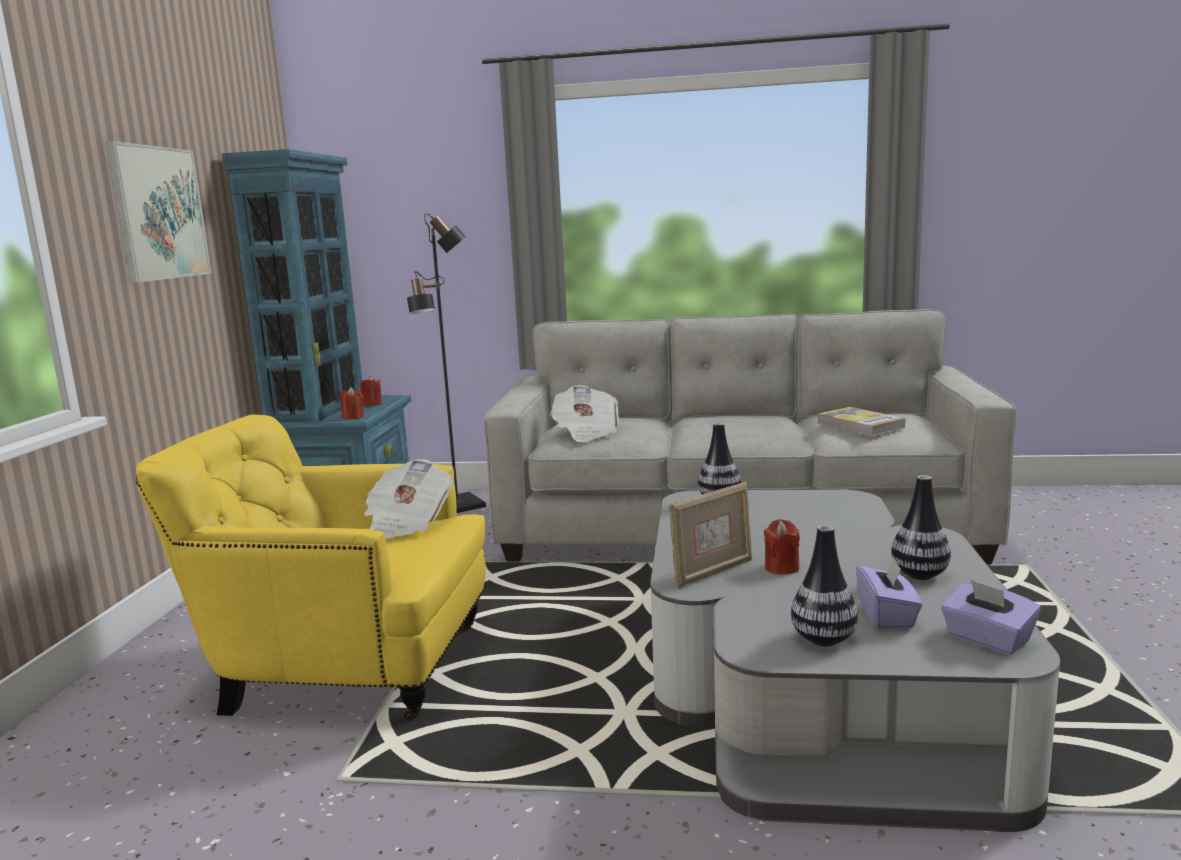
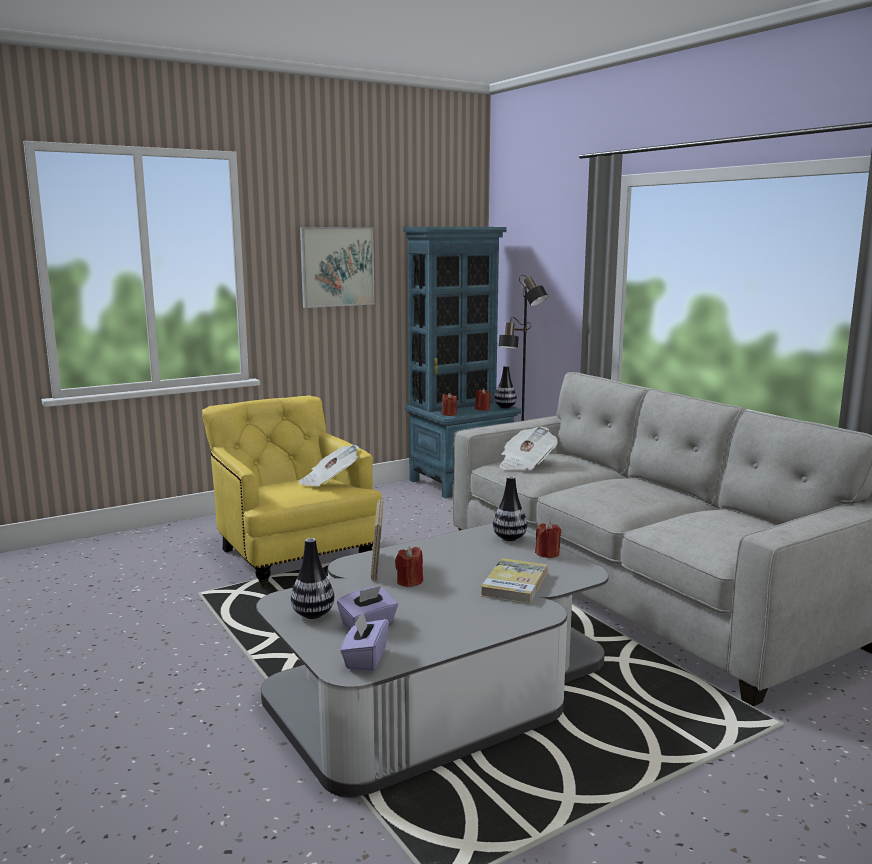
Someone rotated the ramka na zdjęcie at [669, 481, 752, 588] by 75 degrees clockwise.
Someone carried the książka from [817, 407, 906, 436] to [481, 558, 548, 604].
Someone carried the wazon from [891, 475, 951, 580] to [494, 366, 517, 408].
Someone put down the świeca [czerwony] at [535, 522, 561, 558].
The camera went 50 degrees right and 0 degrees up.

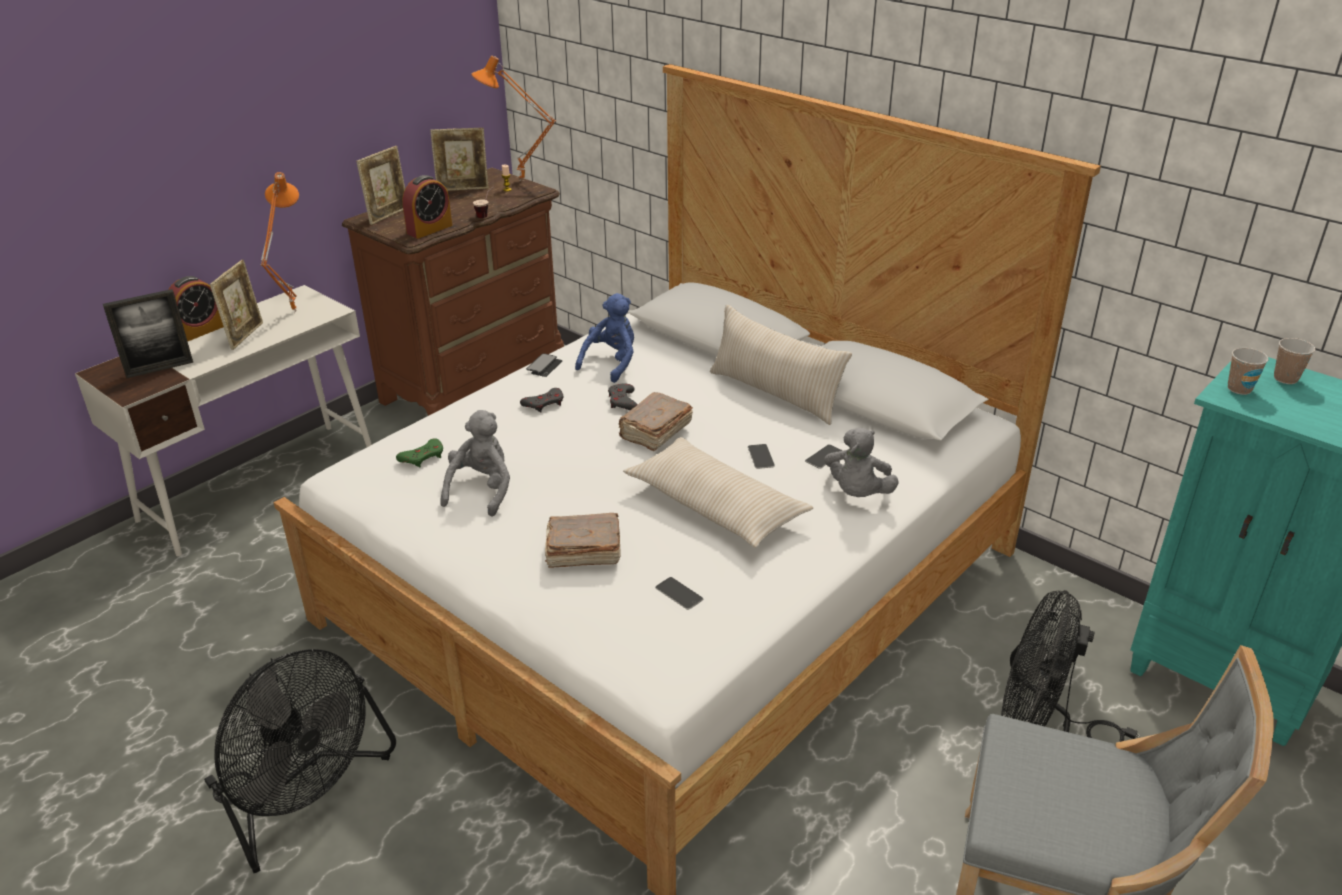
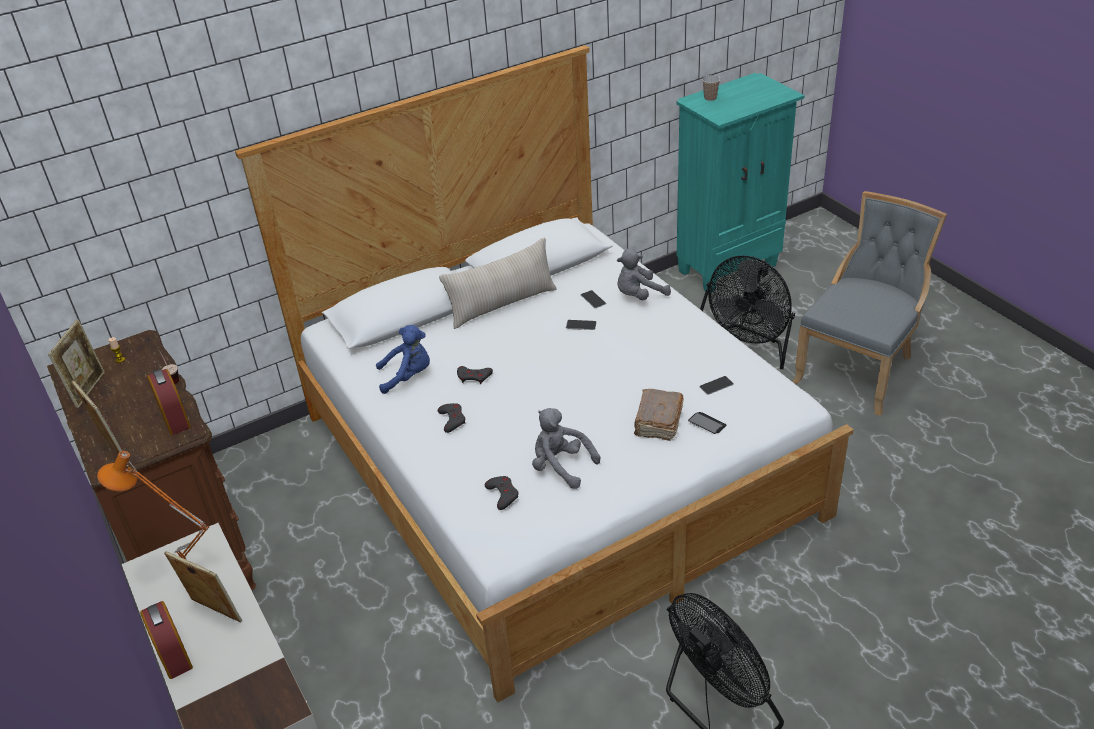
Someone took away the ramka na zdjęcie at [103, 289, 193, 378].
Someone repainted the pad do gier [zielony] at [396, 438, 443, 467], which became the pad do gier [szary] at [485, 476, 519, 510].
Someone took away the lampa stołowa [pomarańczowy] at [471, 55, 556, 181].
Someone carried the telefon from [526, 353, 562, 377] to [688, 412, 727, 434].
Someone rotated the pluszak [niebieski] at [575, 293, 634, 383] by 120 degrees clockwise.
Someone took away the książka [brązowy] at [618, 392, 693, 451].
Someone took away the poduszka [beżowy] at [623, 437, 813, 548].
Someone rotated the pluszak [szary] at [824, 427, 899, 497] by 120 degrees clockwise.
Someone took away the filiżanka at [1228, 348, 1269, 395].
The camera went 70 degrees left and 5 degrees up.

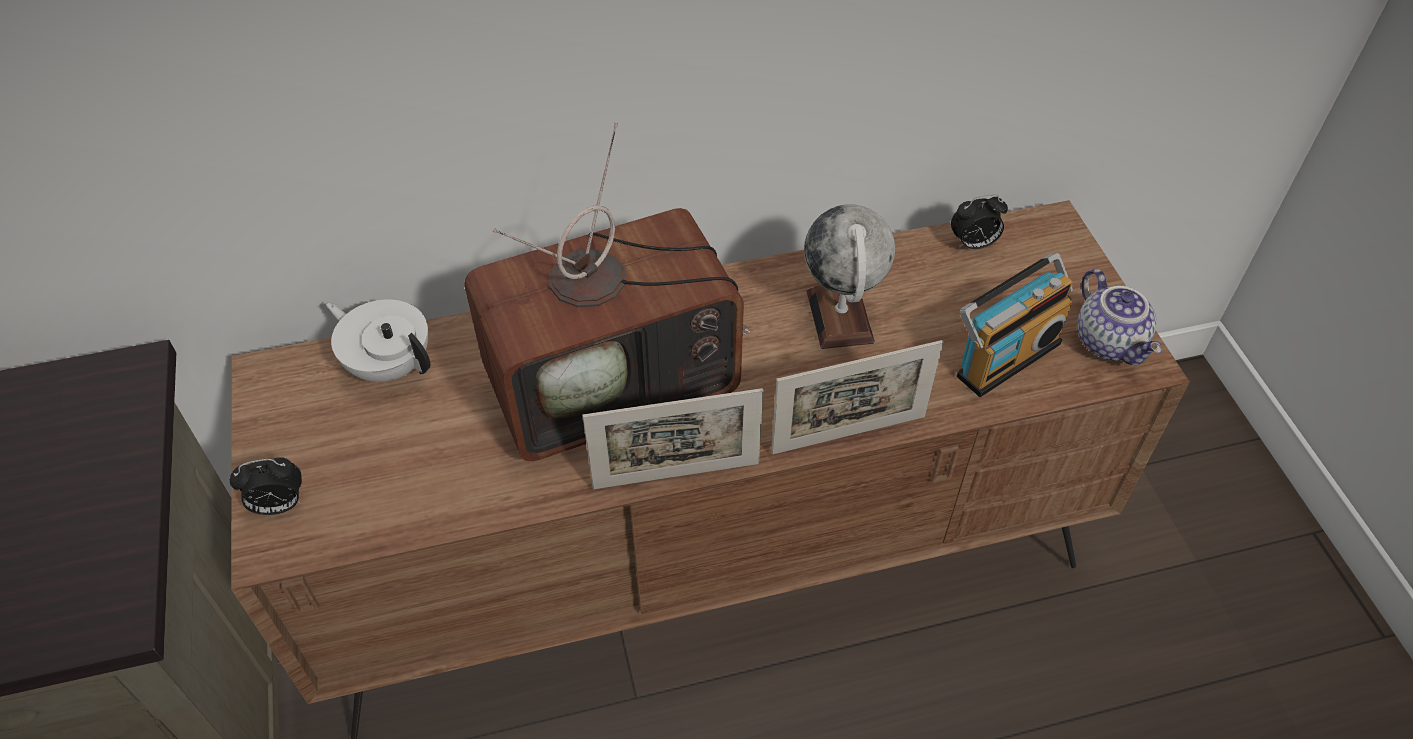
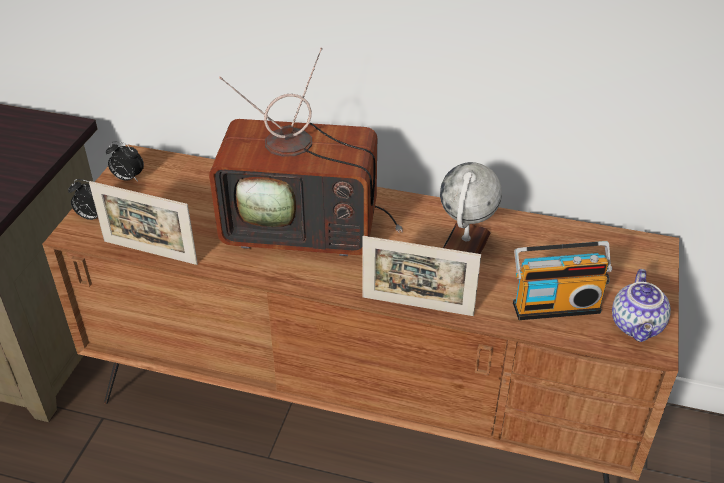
Someone took away the imbryk [biały] at [326, 299, 430, 382].
Someone carried the ramka na zdjęcie from [582, 388, 764, 489] to [89, 181, 198, 265].
Someone carried the budzik from [951, 194, 1008, 249] to [106, 141, 144, 181].
The camera went 30 degrees right and 10 degrees down.

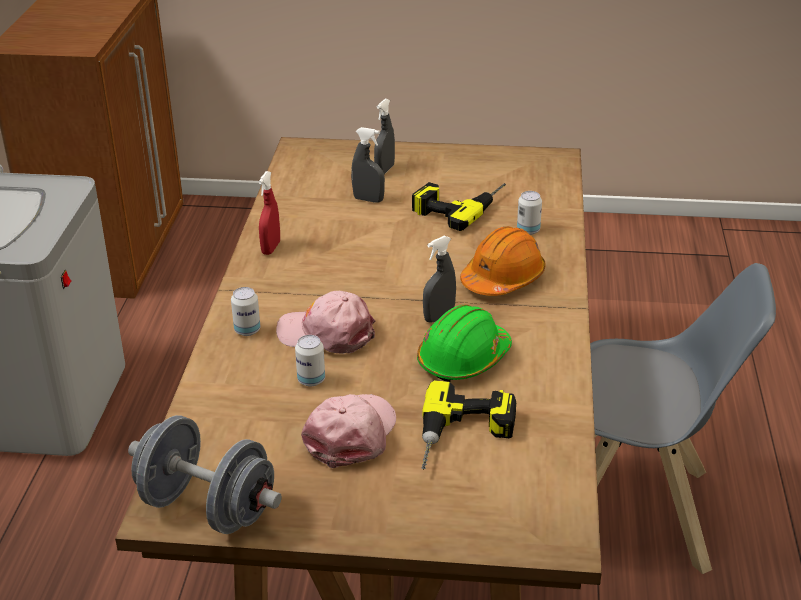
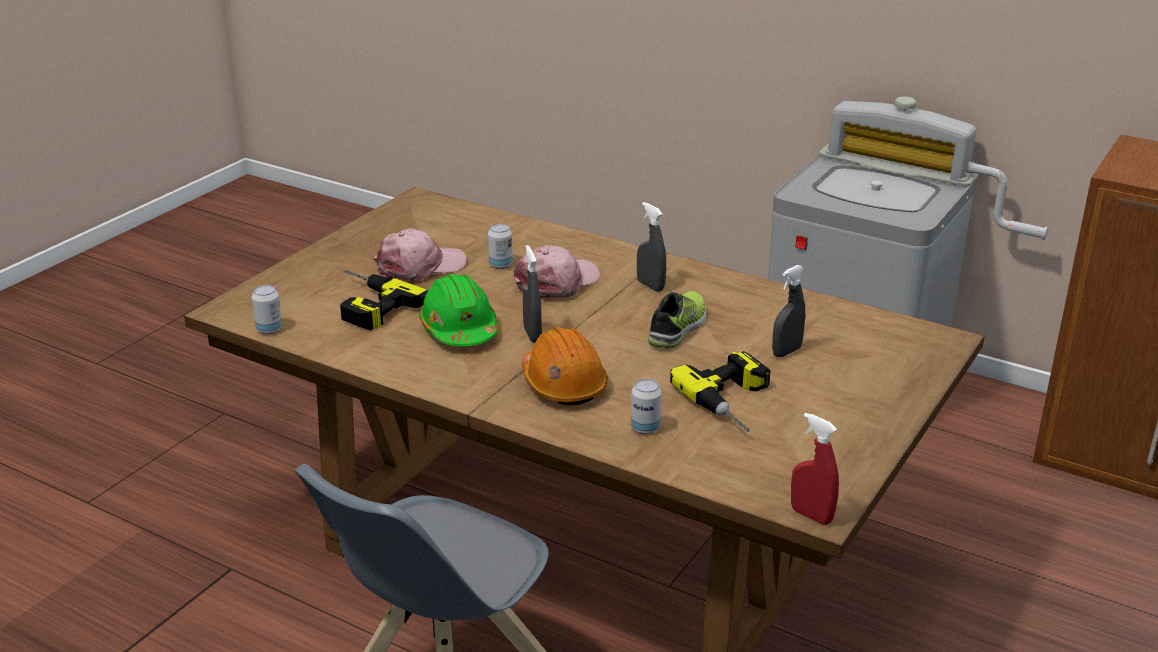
Someone took away the hantel [szary] at [128, 415, 282, 534].
Someone carried the puszka from [231, 287, 260, 336] to [252, 285, 282, 334].
Someone carried the spryskiwacz [czerwony] from [258, 171, 280, 255] to [791, 413, 839, 525].
Someone rotated the czapka z daszkiem [różowy] at [301, 394, 396, 468] by 75 degrees counterclockwise.
Someone carried the spryskiwacz [szary] from [374, 99, 395, 174] to [637, 202, 666, 292].
Someone put down the but at [648, 291, 706, 348].
The camera went 115 degrees right and 5 degrees down.

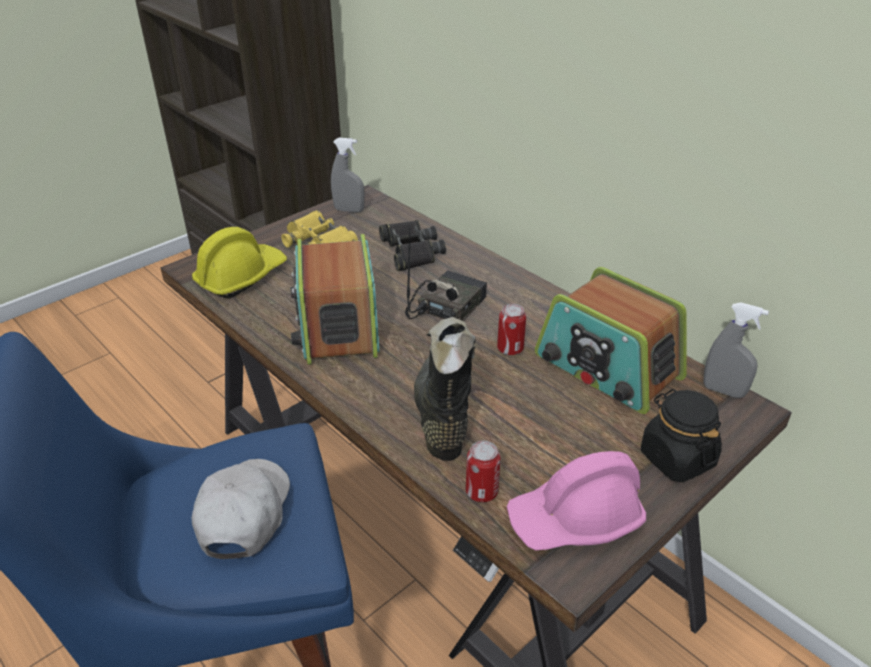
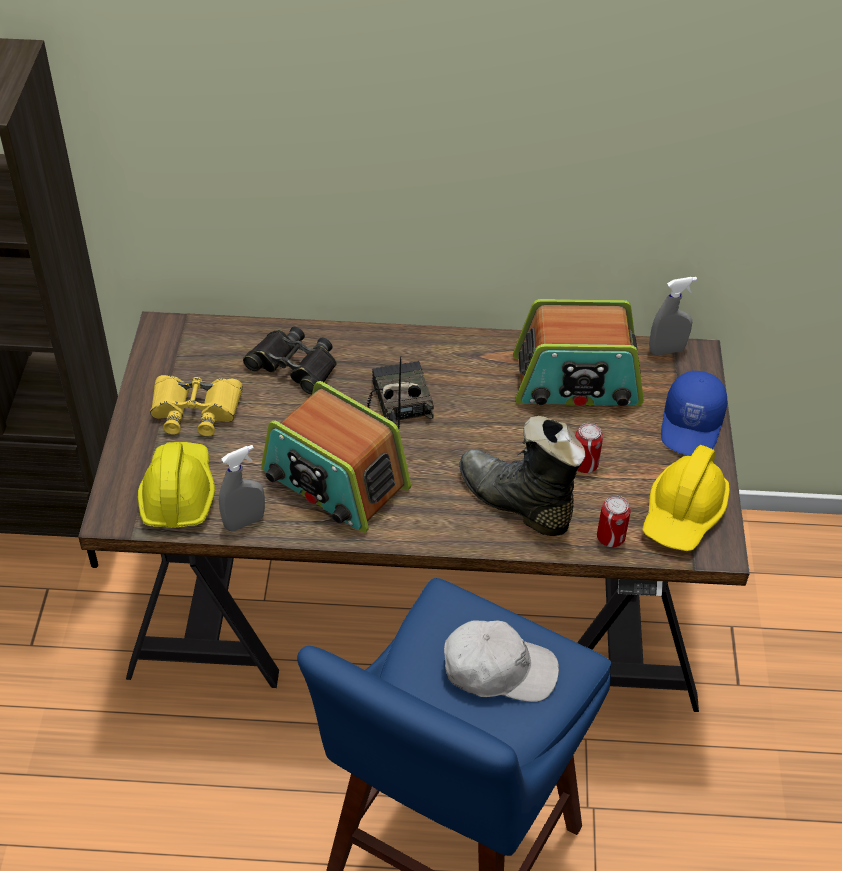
Someone rotated the czapka z daszkiem [biały] at [191, 459, 290, 559] by 135 degrees clockwise.
Someone carried the spryskiwacz [szary] from [331, 137, 365, 213] to [219, 445, 265, 531].
Someone carried the puszka from [497, 303, 526, 355] to [575, 423, 603, 473].
Someone repainted the kask [różowy] at [507, 451, 646, 550], which became the kask [żółty] at [643, 445, 730, 551].
Someone swapped the słoik [czarny] at [641, 389, 722, 482] for the czapka z daszkiem [niebieski] at [661, 370, 727, 456].
The camera went 45 degrees left and 10 degrees up.

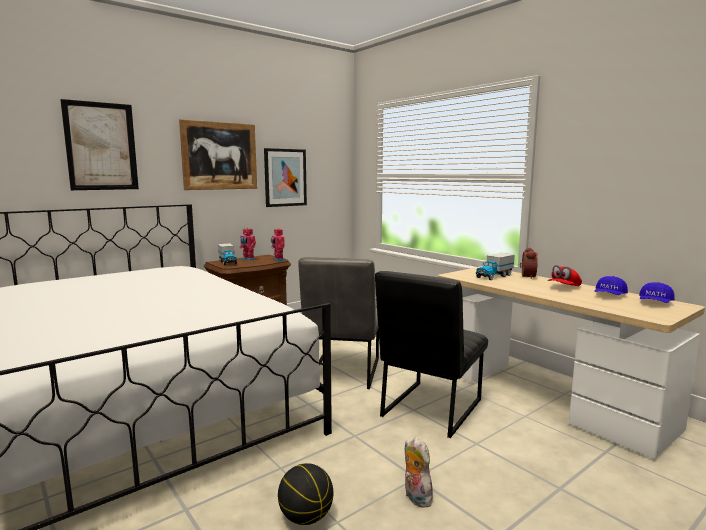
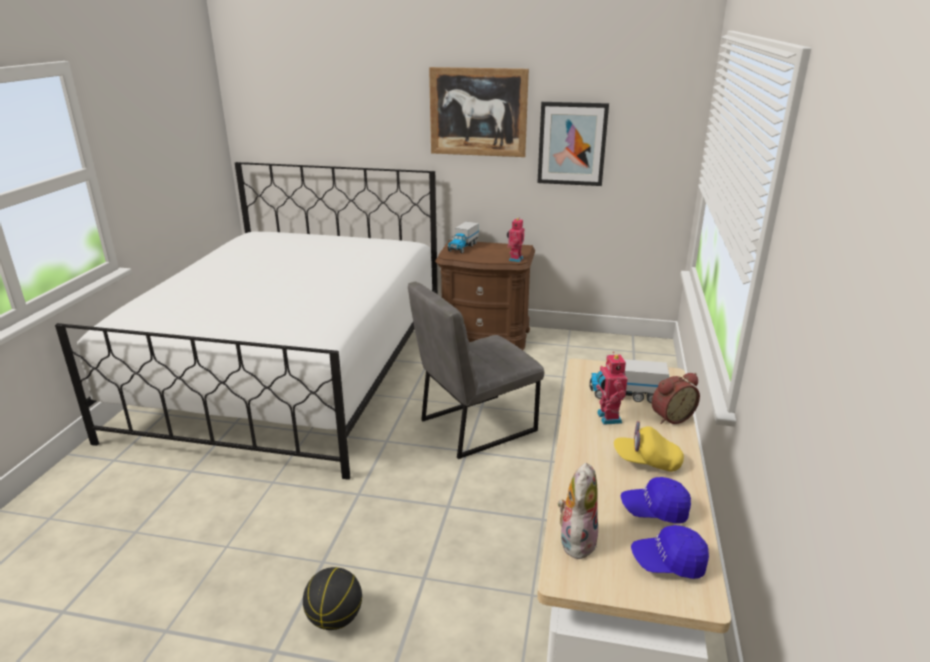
Someone took away the obraz at [60, 99, 139, 190].
Someone carried the robot zabawkowy from [239, 227, 256, 261] to [596, 352, 627, 425].
Someone carried the piłka do koszykówki from [278, 463, 333, 525] to [303, 567, 362, 630].
Someone took away the krzesło [czarny] at [375, 271, 488, 438].
Someone carried the pluszak from [405, 437, 433, 508] to [558, 463, 598, 560].
Someone repainted the czapka z daszkiem [czerwony] at [548, 265, 582, 286], which became the czapka z daszkiem [żółty] at [614, 421, 684, 472].
The camera went 50 degrees right and 15 degrees up.

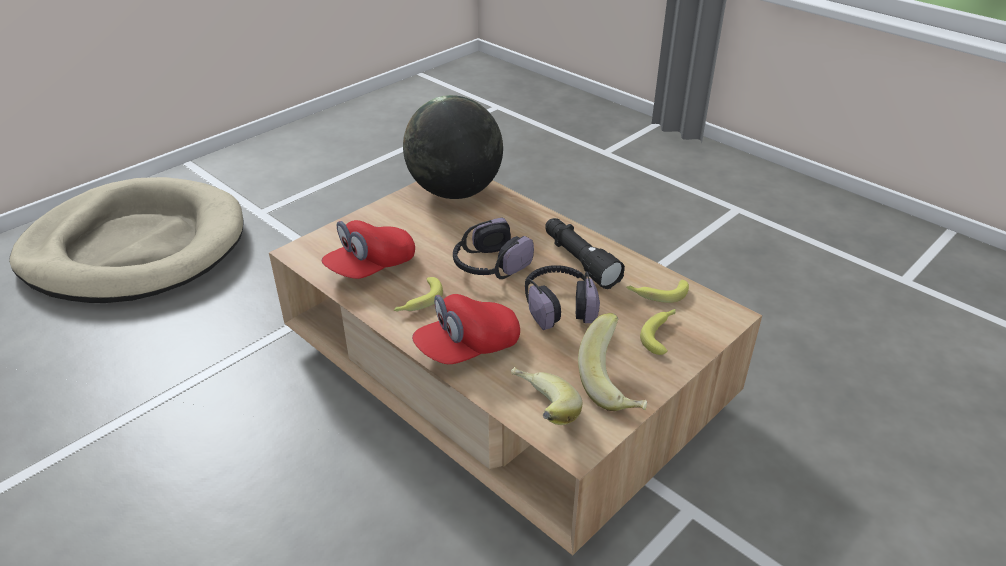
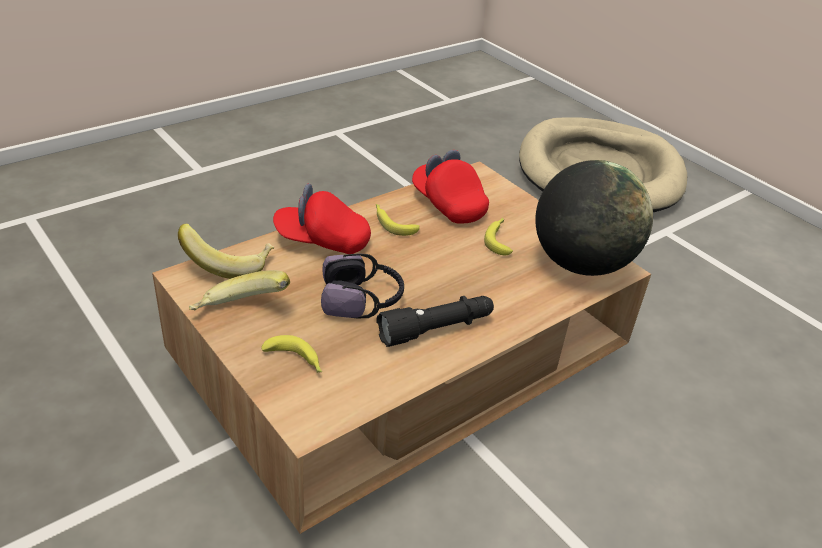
Someone rotated the czapka z daszkiem [czerwony] at [412, 294, 520, 364] by 60 degrees counterclockwise.
Someone took away the słuchawki at [453, 218, 534, 279].
Someone carried the banan from [626, 280, 689, 303] to [484, 218, 513, 255].
The camera went 95 degrees right and 0 degrees up.

